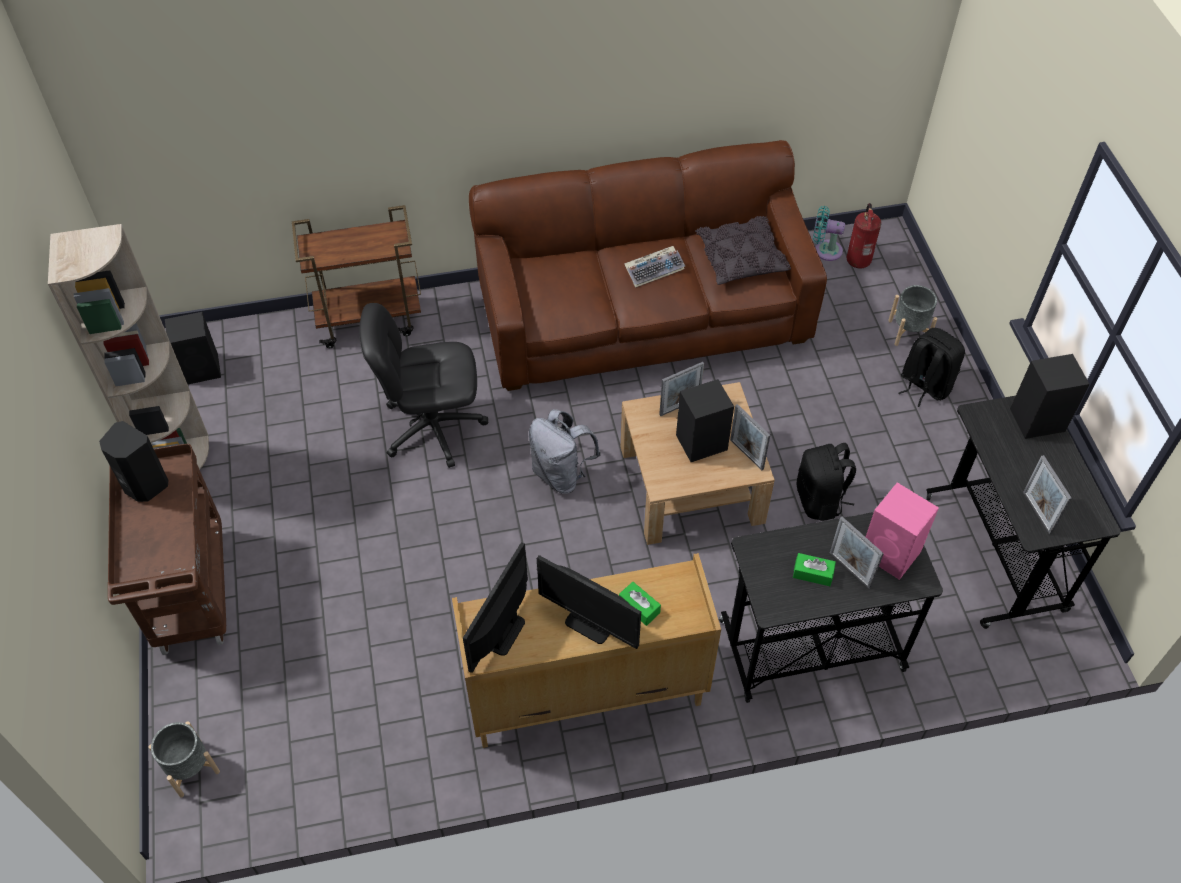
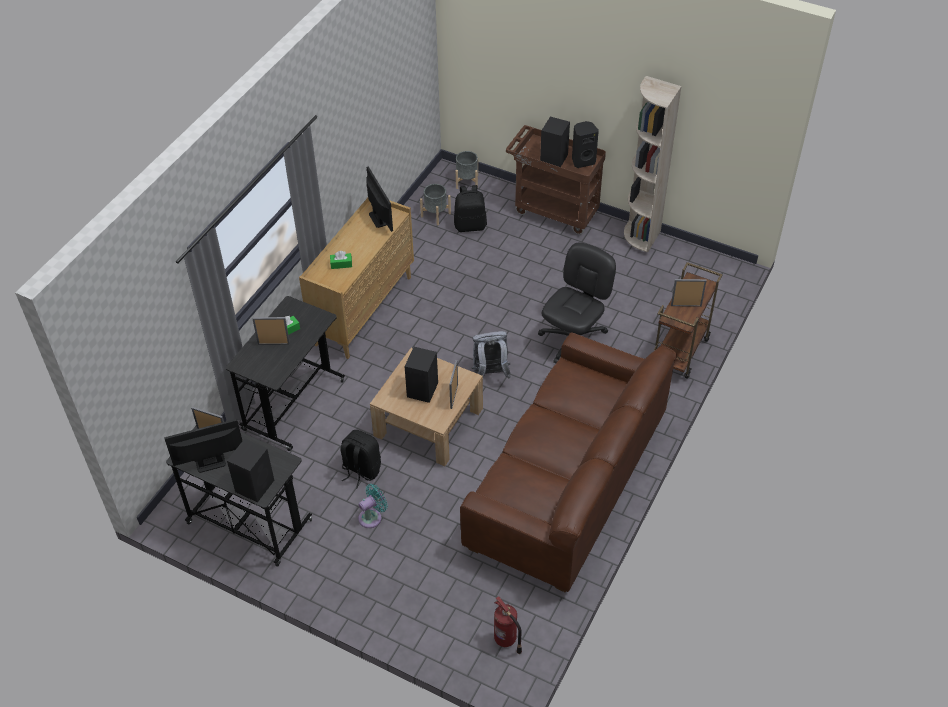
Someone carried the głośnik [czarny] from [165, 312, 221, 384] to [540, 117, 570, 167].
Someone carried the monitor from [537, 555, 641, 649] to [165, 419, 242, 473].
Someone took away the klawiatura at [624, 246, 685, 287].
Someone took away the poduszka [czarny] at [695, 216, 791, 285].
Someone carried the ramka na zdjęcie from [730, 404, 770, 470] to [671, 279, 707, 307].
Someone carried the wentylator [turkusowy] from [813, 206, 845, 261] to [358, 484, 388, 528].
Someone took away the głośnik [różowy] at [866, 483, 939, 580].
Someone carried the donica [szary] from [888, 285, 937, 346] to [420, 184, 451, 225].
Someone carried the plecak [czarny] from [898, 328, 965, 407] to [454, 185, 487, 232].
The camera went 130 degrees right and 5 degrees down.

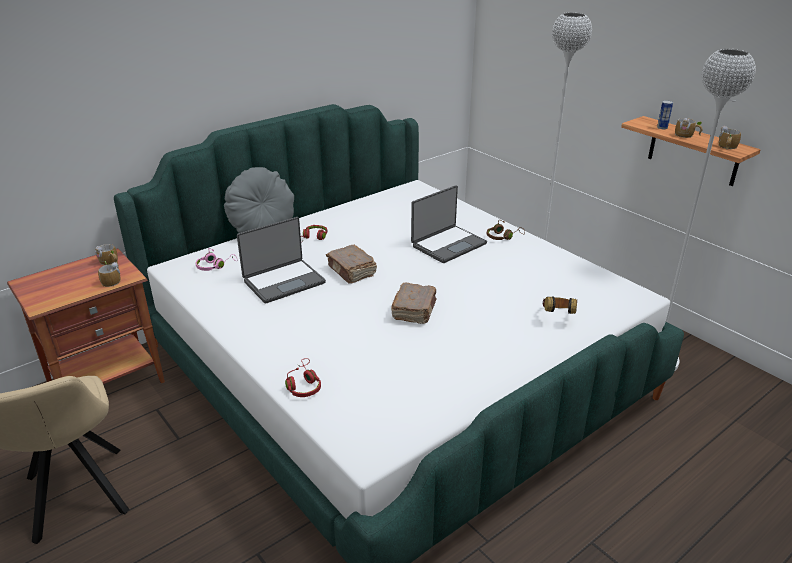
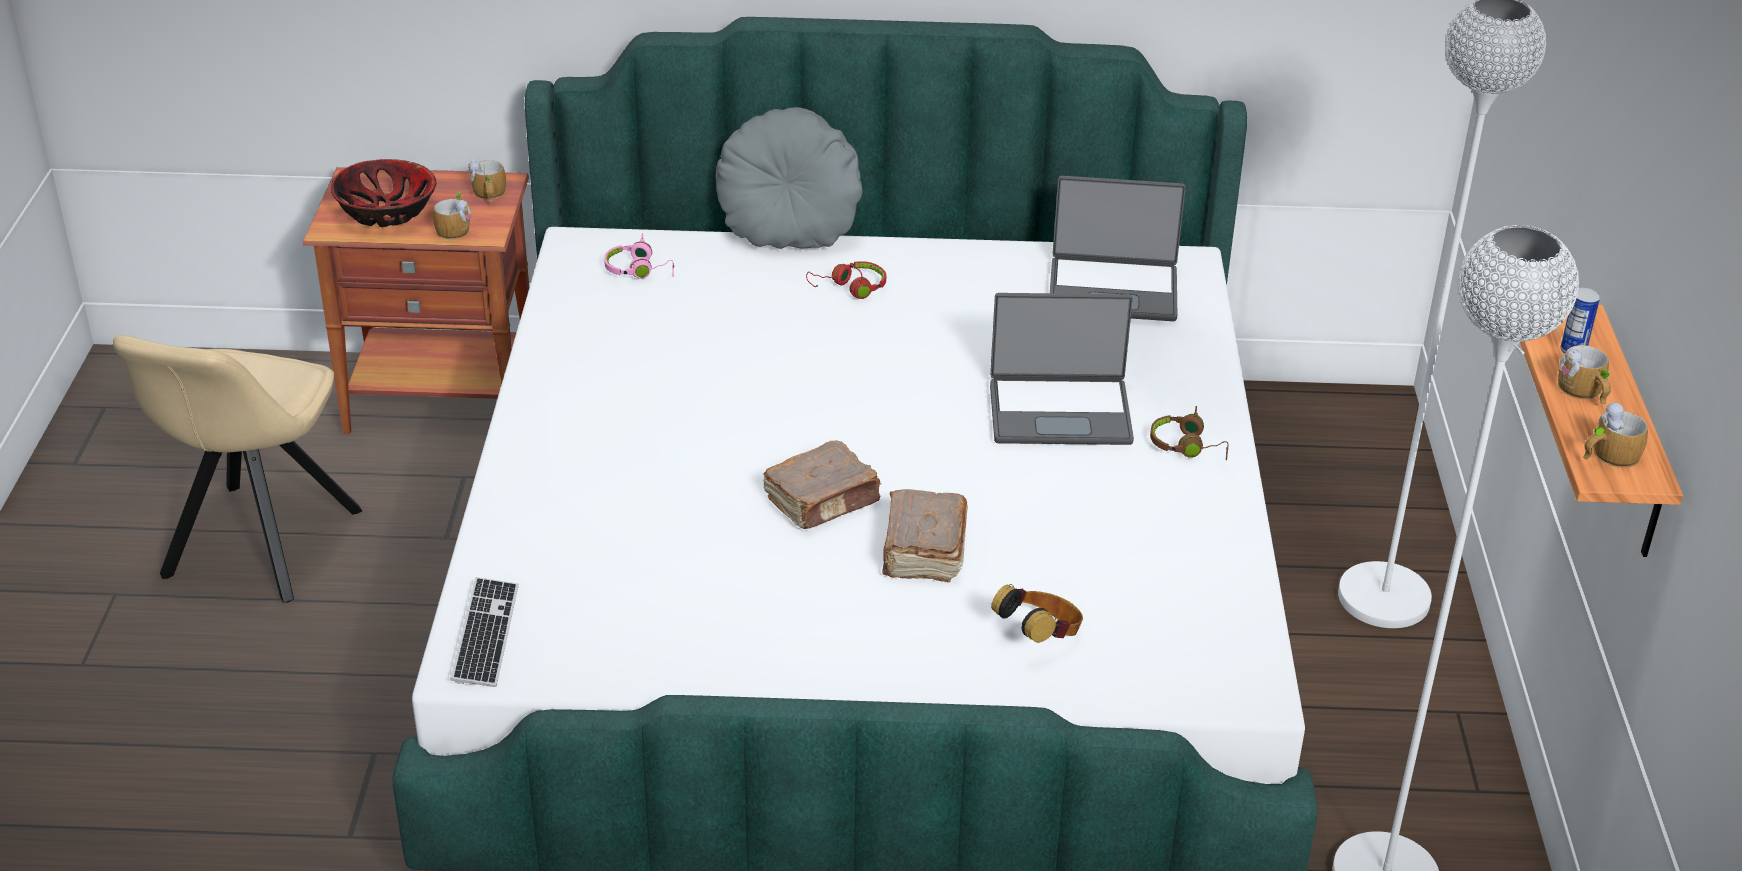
Someone carried the laptop from [237, 217, 326, 304] to [1050, 176, 1186, 321].
Someone took away the słuchawki [czerwony] at [285, 358, 321, 397].
Someone carried the książka [brązowy] from [326, 245, 377, 284] to [882, 489, 968, 582].
Someone put down the miska at [331, 159, 436, 227].
Someone put down the klawiatura at [450, 577, 519, 687].
The camera went 40 degrees right and 5 degrees up.

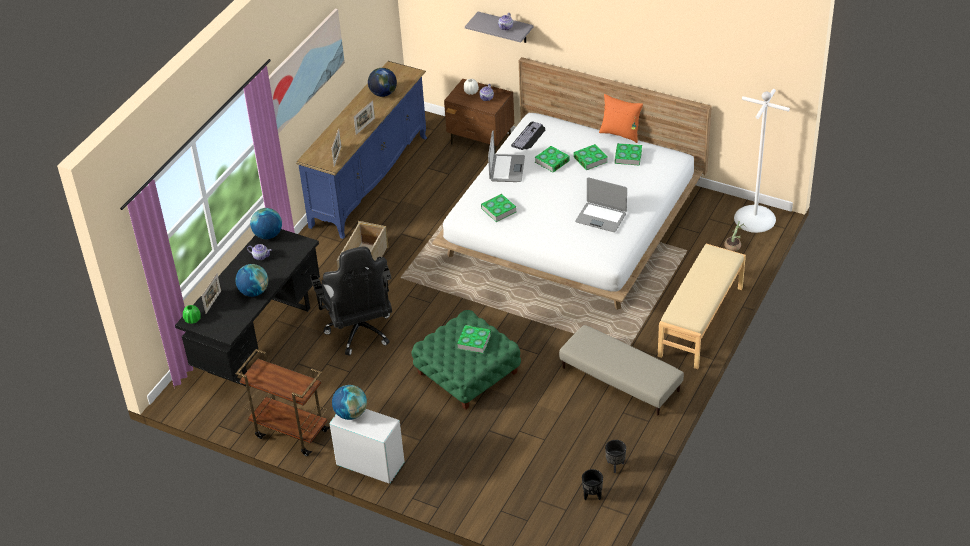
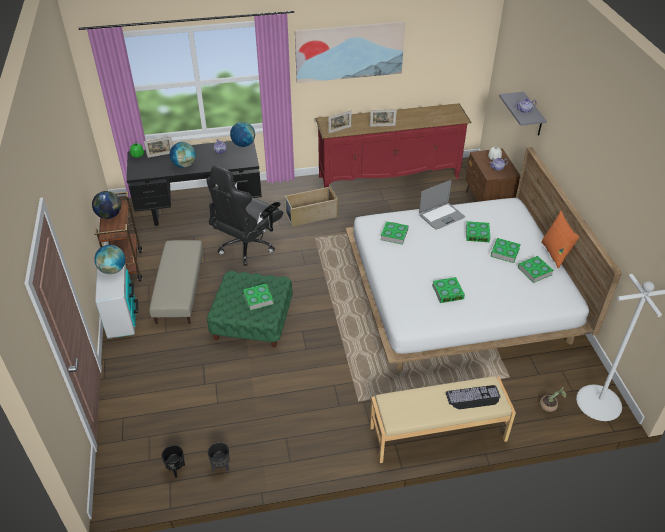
Someone repainted the komoda [niebieski] at [296, 61, 427, 239], which became the komoda [czerwony] at [316, 103, 471, 187].
Someone carried the globus from [368, 68, 397, 97] to [92, 191, 121, 219].
Someone carried the klawiatura from [511, 122, 545, 150] to [446, 385, 501, 409].
Someone carried the pufa [beżowy] from [559, 325, 684, 415] to [149, 240, 203, 324].
Someone swapped the laptop at [575, 177, 627, 232] for the książka at [432, 277, 465, 303].
The camera went 50 degrees right and 0 degrees up.

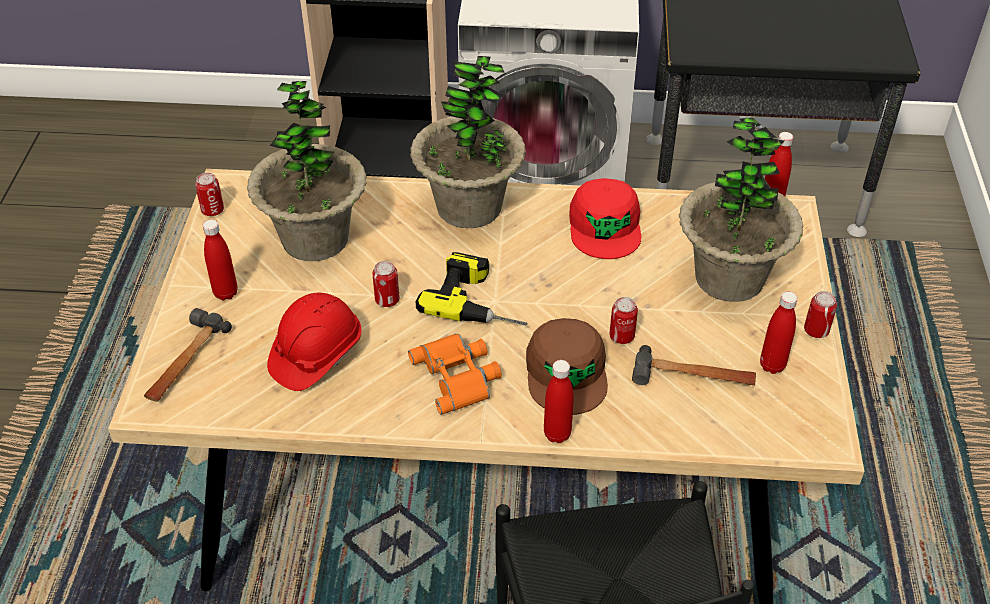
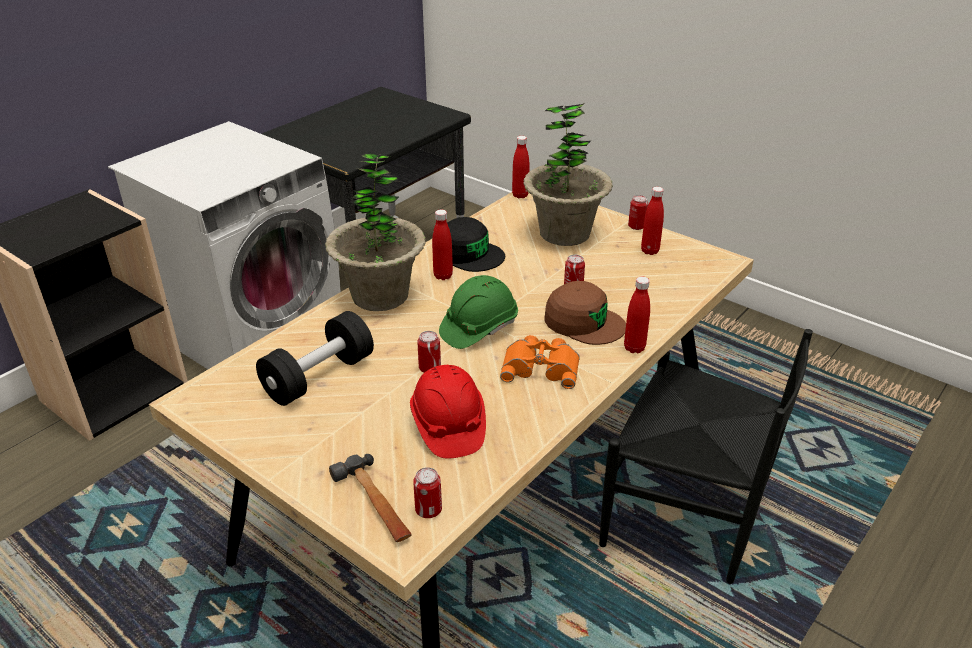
Someone carried the puszka from [195, 172, 224, 216] to [413, 467, 442, 518].
Someone carried the butelka [czerwony] from [203, 219, 238, 300] to [432, 210, 453, 280].
Someone swapped the roślina doniczkowa at [247, 81, 367, 261] for the hantel [czarny] at [256, 311, 374, 406].
Someone swapped the wiertarka at [416, 252, 528, 325] for the kask [zielony] at [439, 275, 518, 349].
Someone repainted the czapka z daszkiem [czerwony] at [569, 178, 641, 259], which became the czapka z daszkiem [czarny] at [447, 217, 505, 272].
Someone took away the młotek at [632, 345, 756, 385].
The camera went 55 degrees left and 10 degrees down.

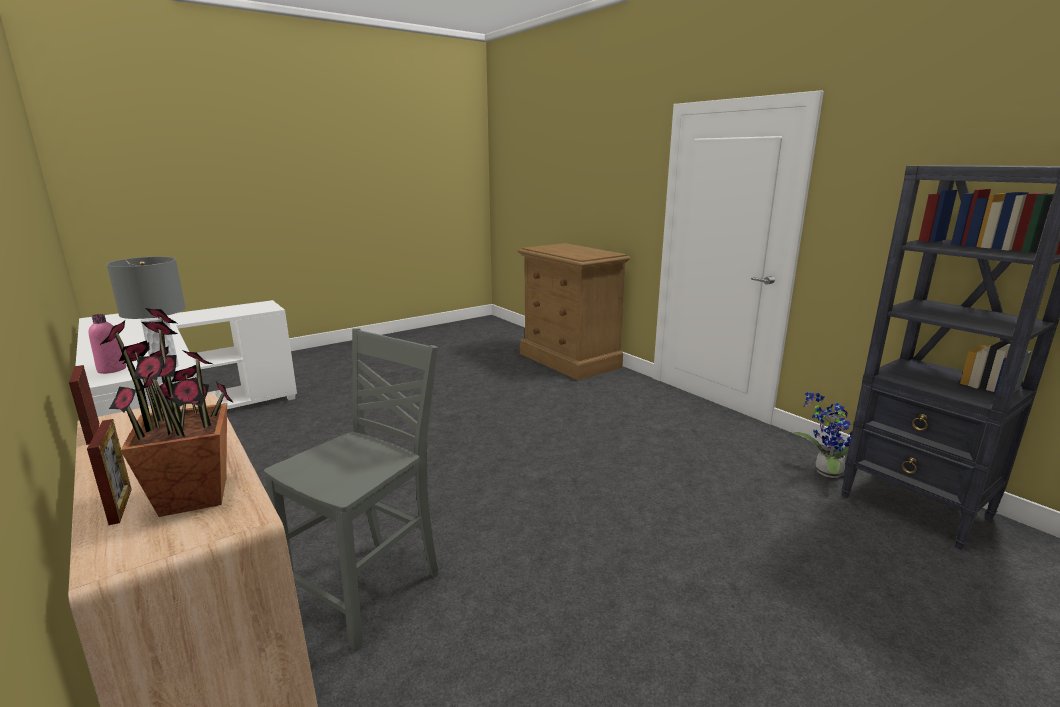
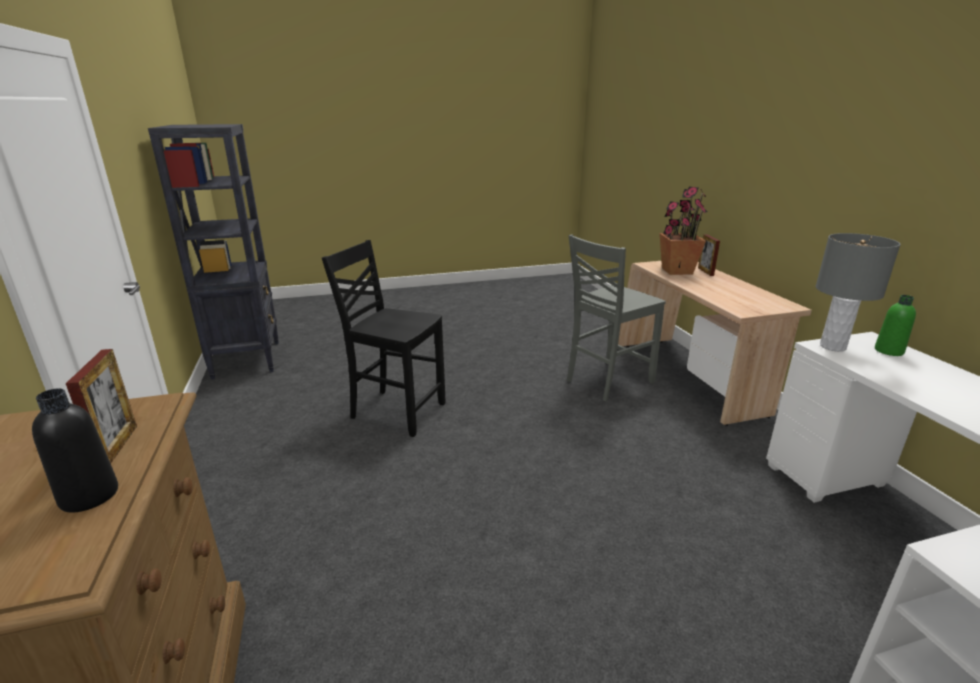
Someone carried the ramka na zdjęcie from [69, 365, 99, 445] to [66, 349, 137, 463].
Someone repainted the butelka [różowy] at [89, 314, 126, 374], which became the butelka [zielony] at [875, 295, 916, 356].
Someone took away the roślina doniczkowa at [793, 392, 852, 478].
Someone put down the butelka [czarny] at [32, 388, 118, 513].
Someone put down the krzesło [czarny] at [322, 240, 445, 437].
The camera went 160 degrees left and 5 degrees up.

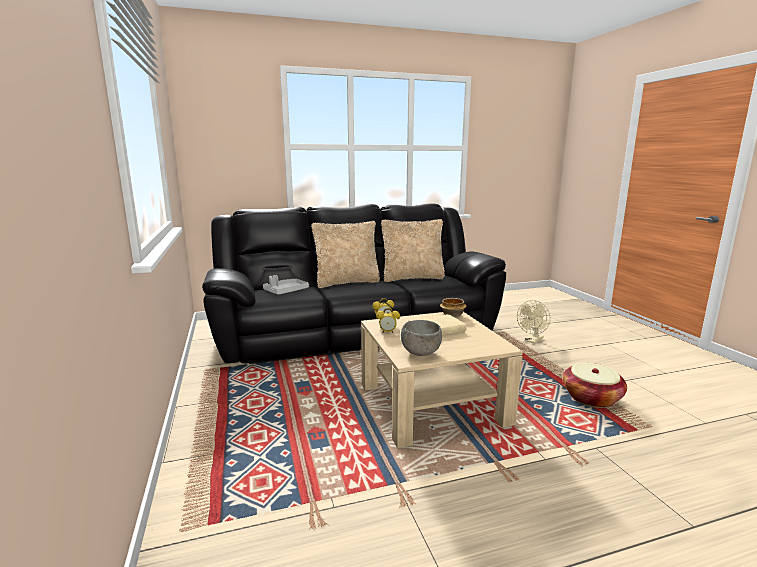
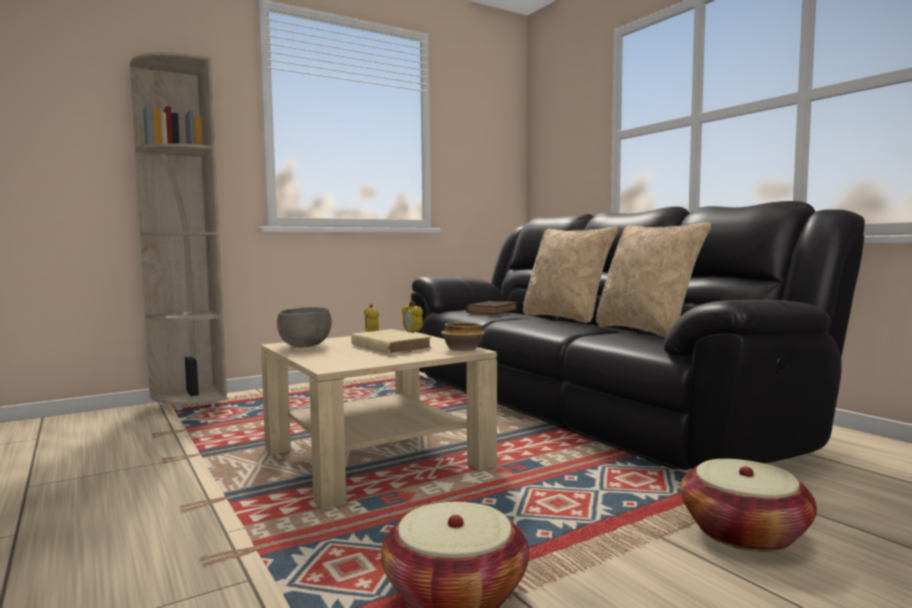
Someone swapped the taca [szary] at [263, 275, 309, 295] for the książka [brązowy] at [466, 301, 517, 315].
Someone swapped the wentylator [beżowy] at [517, 300, 551, 344] for the koszyk at [680, 459, 817, 552].
Someone put down the regał [beżowy] at [130, 52, 227, 410].
The camera went 75 degrees right and 10 degrees down.

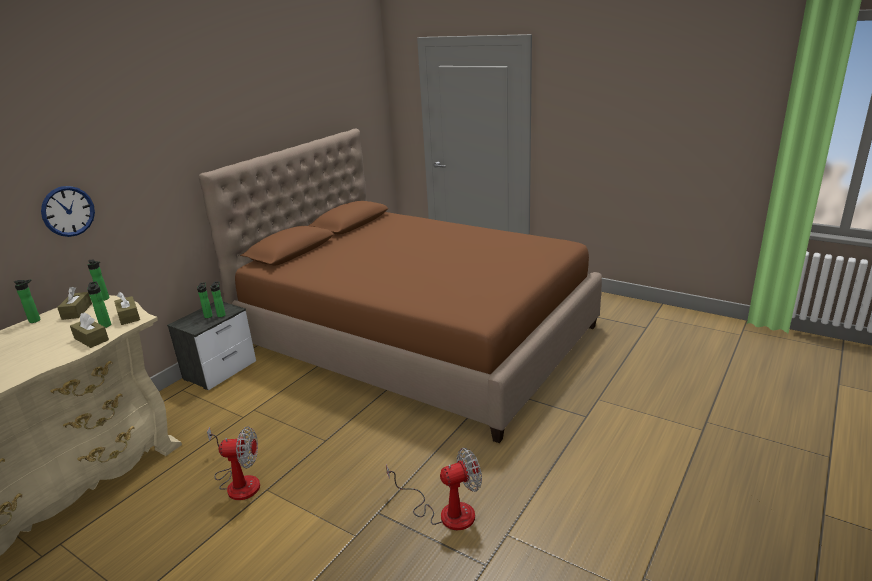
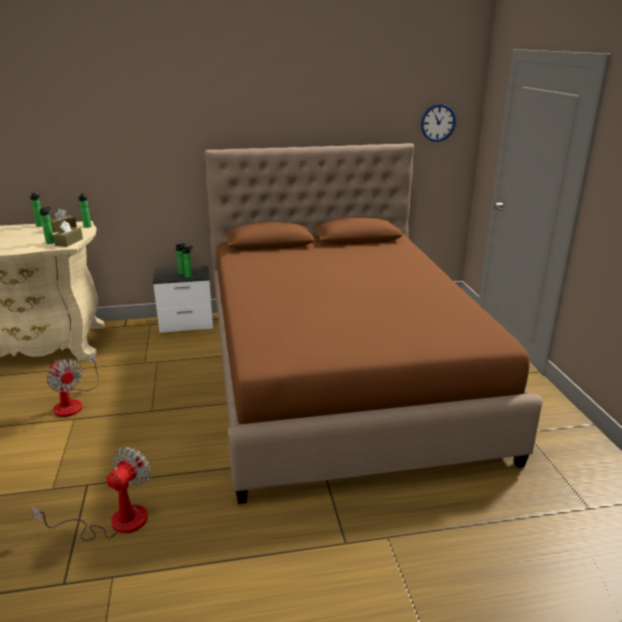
Someone carried the zegar ścienny from [41, 186, 95, 237] to [421, 104, 456, 142].
Someone took away the pudełko chusteczek [brązowy] at [70, 313, 109, 348].
Someone rotated the wentylator at [386, 448, 482, 530] by 90 degrees counterclockwise.
The camera went 45 degrees right and 0 degrees up.

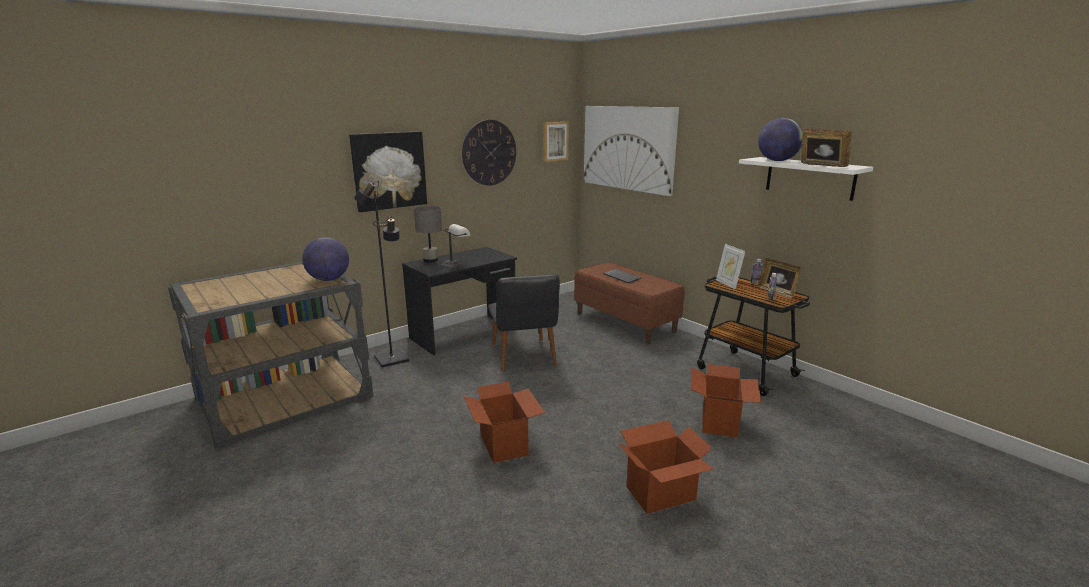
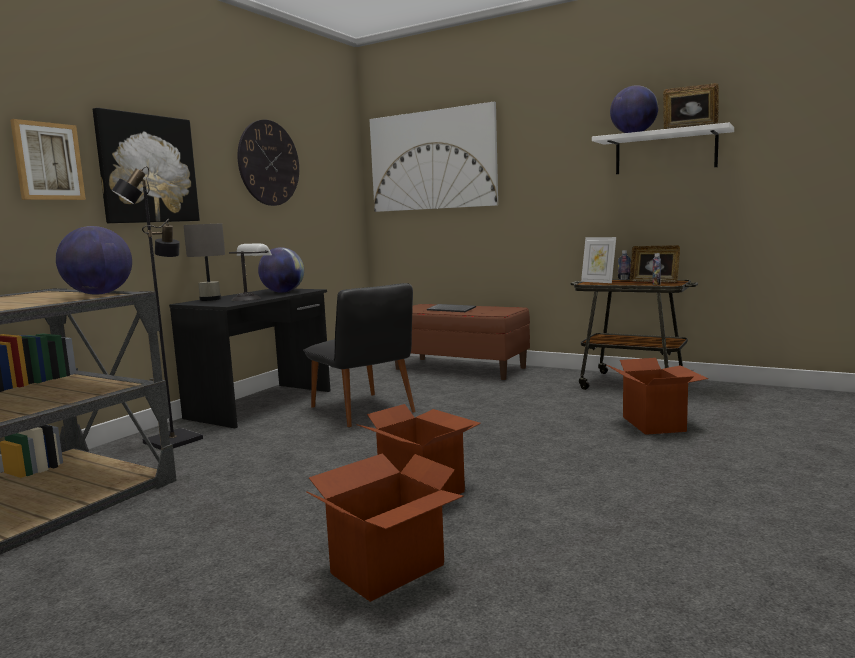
Someone carried the obraz from [543, 122, 569, 162] to [10, 119, 86, 200].
Someone carried the karton from [618, 420, 713, 514] to [306, 453, 464, 602].
Someone put down the globus at [258, 247, 304, 293].
The camera went 20 degrees left and 10 degrees down.

